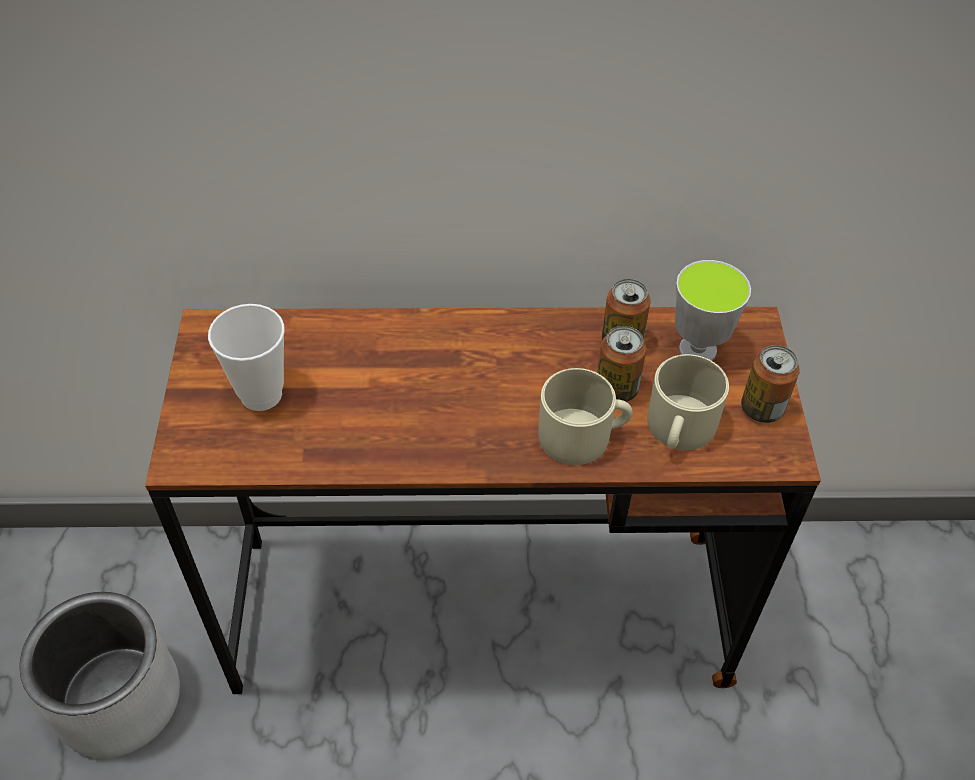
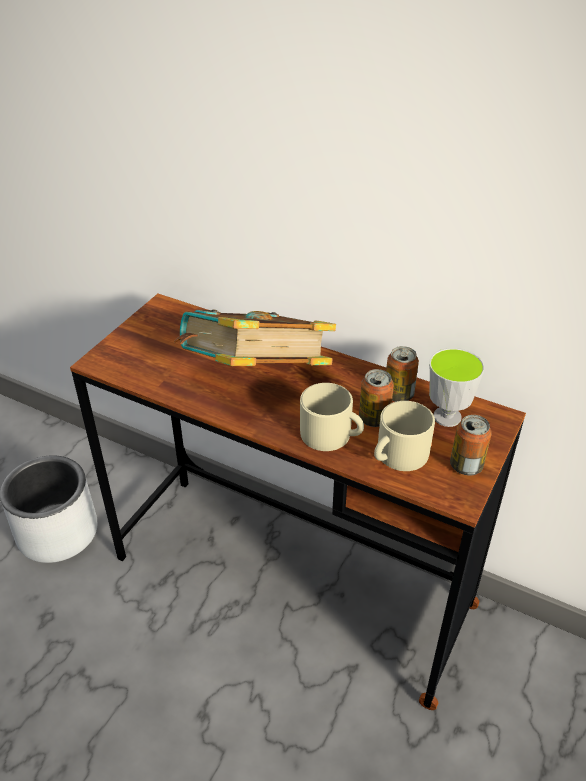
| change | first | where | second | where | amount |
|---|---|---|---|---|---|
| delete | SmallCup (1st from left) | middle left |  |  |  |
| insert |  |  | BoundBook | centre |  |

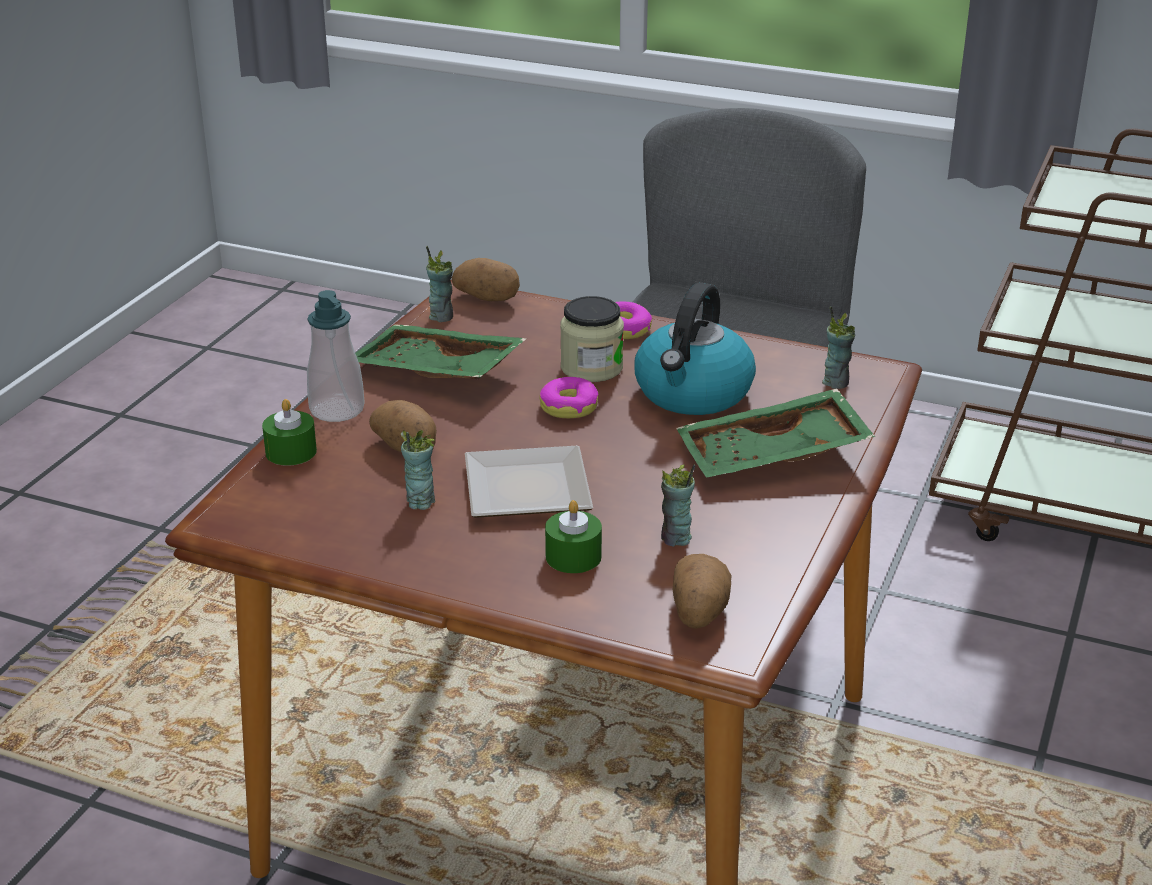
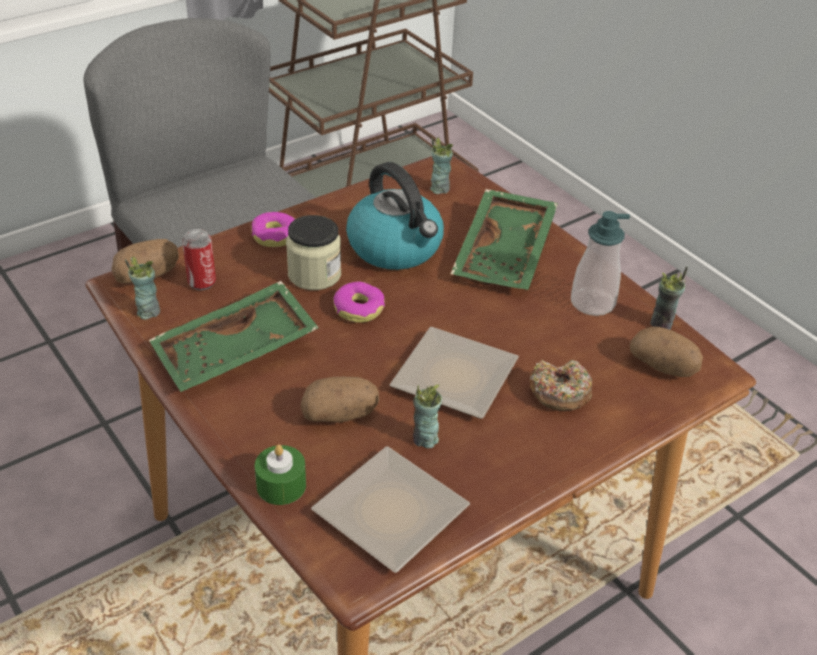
| change | first | where | second | where | amount |
|---|---|---|---|---|---|
| insert |  |  | SealedCan | middle left |  |
| insert |  |  | DinnerPlate (1st from left) | bottom centre |  |
| move | SoapDispenser | middle left |  | middle right |  |
| move | SmallCup (3rd from left in the first image) | centre | SmallCup (4th from left) | middle right |  |
| replace | GreenishWaxLight (2nd from left) | centre | Doughnut (3rd from left) | middle right |  |

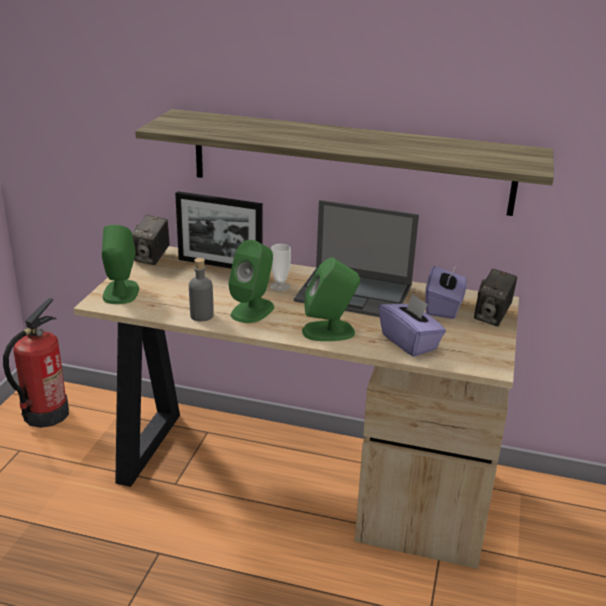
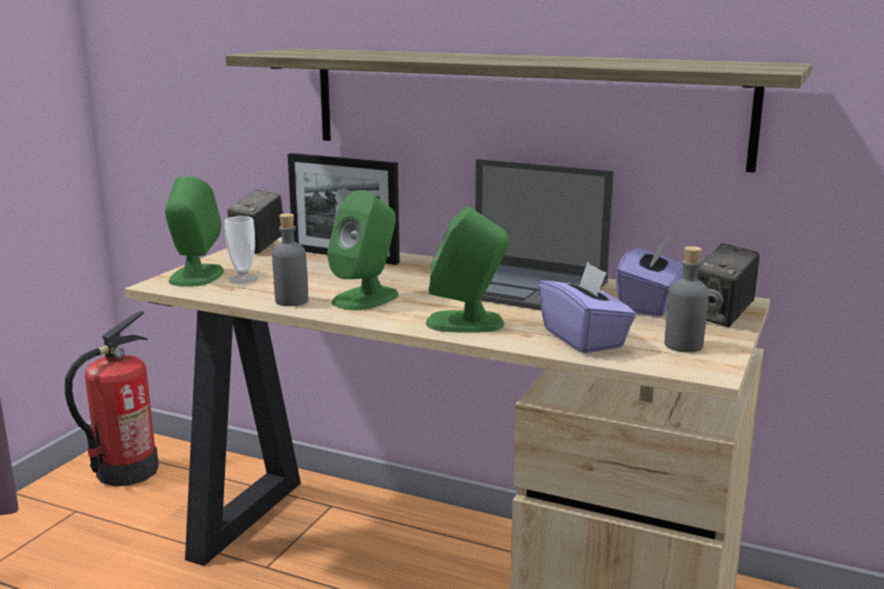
| change | first | where | second | where | amount |
|---|---|---|---|---|---|
| insert |  |  | GreyBottle (2nd from left) | middle right |  |
| move | SmallCup | centre |  | middle left |  |

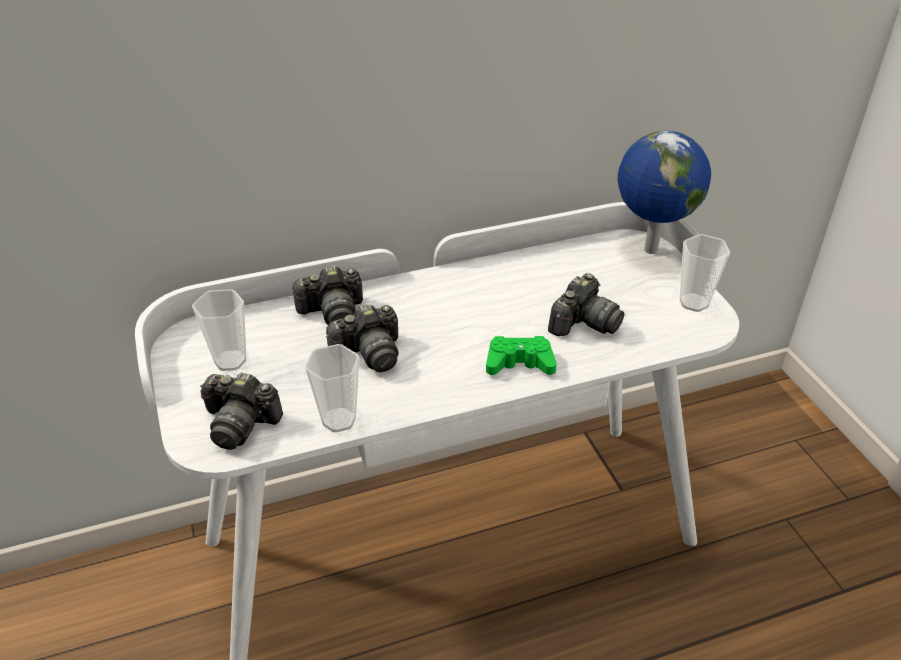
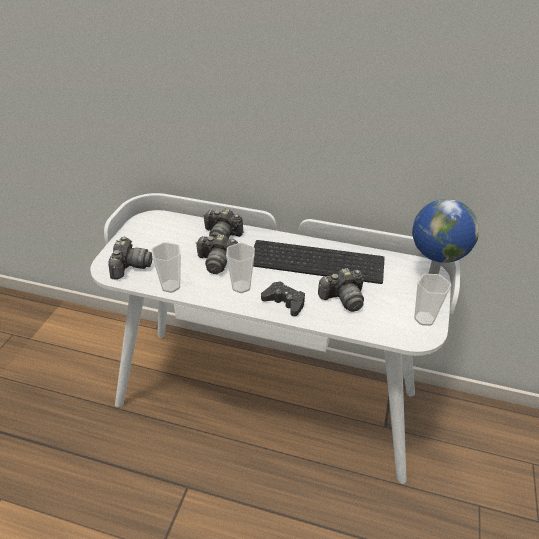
| change | first | where | second | where | amount |
|---|---|---|---|---|---|
| insert |  |  | Keyboard | centre |  |
| move | SmallCup (1st from left in the first image) | middle left | SmallCup (2nd from left) | centre |  |
| recolor | GreenishGamepad | centre | BlackGamepad | centre |  |
| rotate | StillCamera (1st from left) | middle left |  | middle left | 135 degrees counterclockwise |

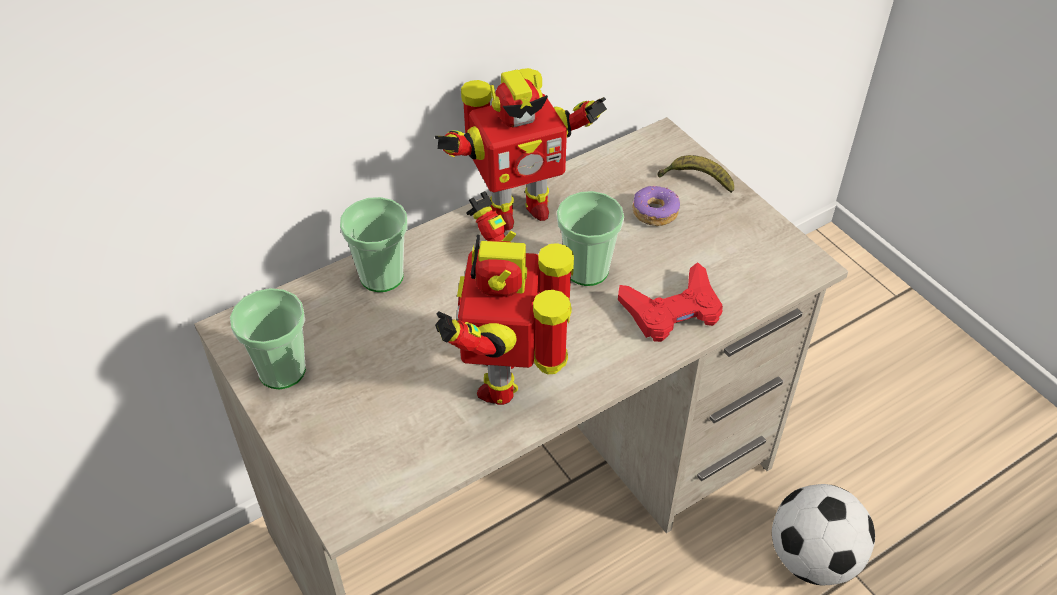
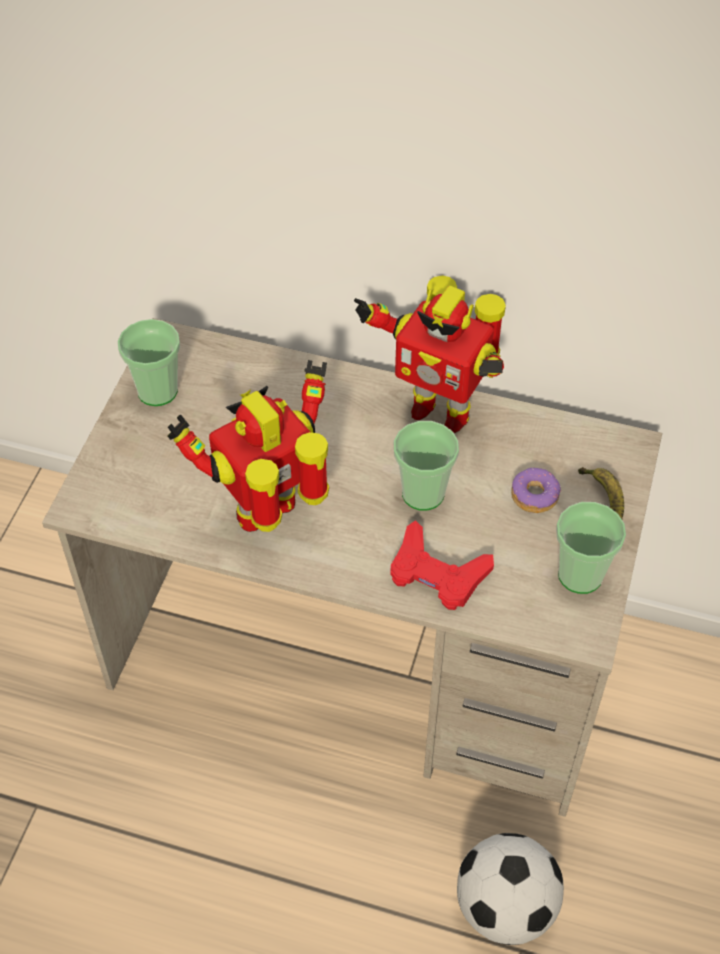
| change | first | where | second | where | amount |
|---|---|---|---|---|---|
| move | SmallCup (2nd from left in the first image) | centre | SmallCup (3rd from left) | middle right |  |

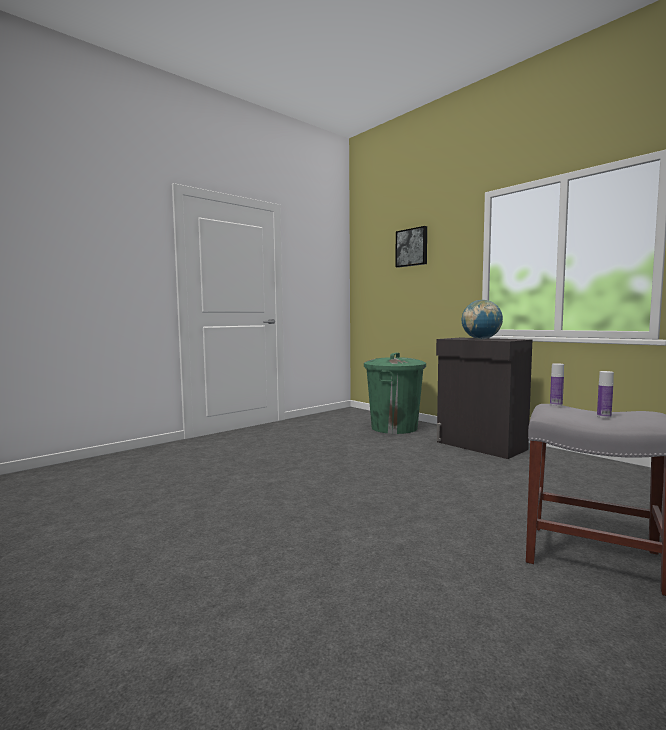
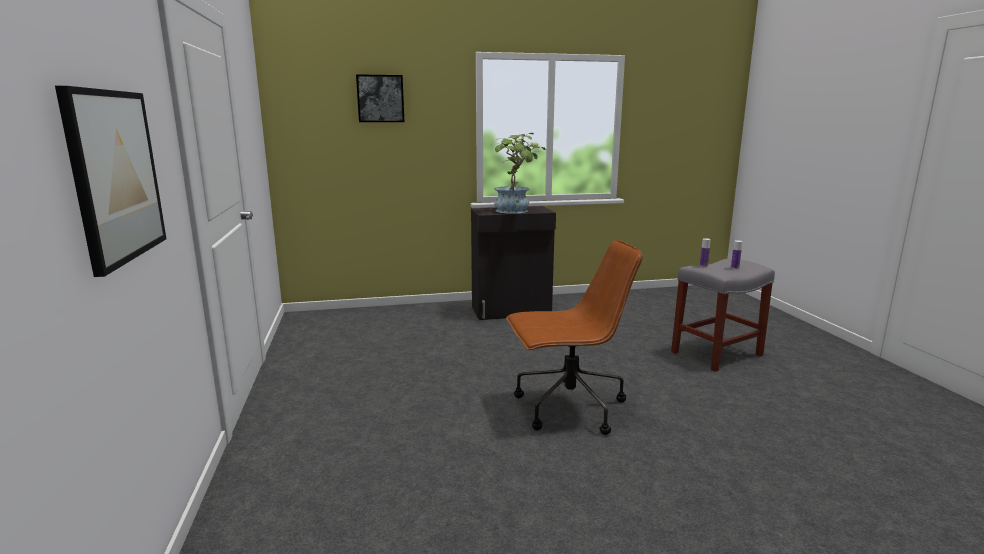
| change | first | where | second | where | amount |
|---|---|---|---|---|---|
| delete | GreenishTrashCan | centre |  |  |  |
| insert |  |  | WallPicture (1st from left) | top left |  |
| insert |  |  | BrownOfficeChair | centre |  |
| replace | Globe | middle right | PlantInAPot | top centre |  |

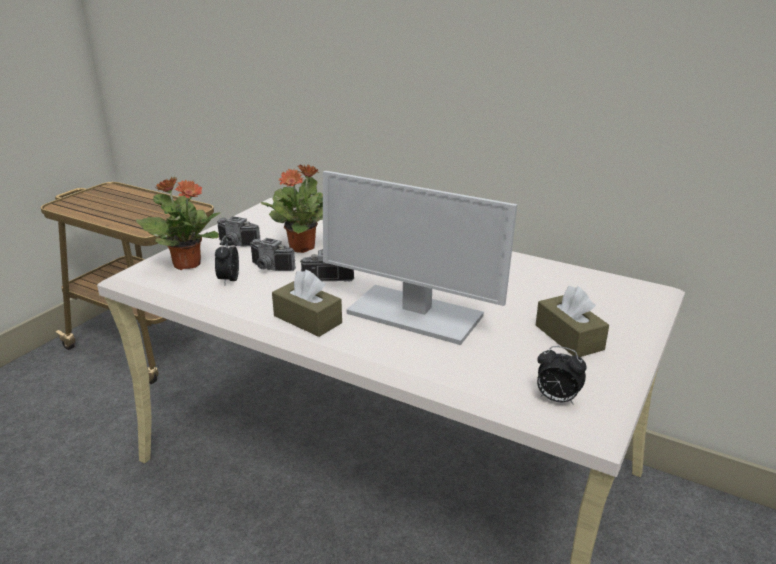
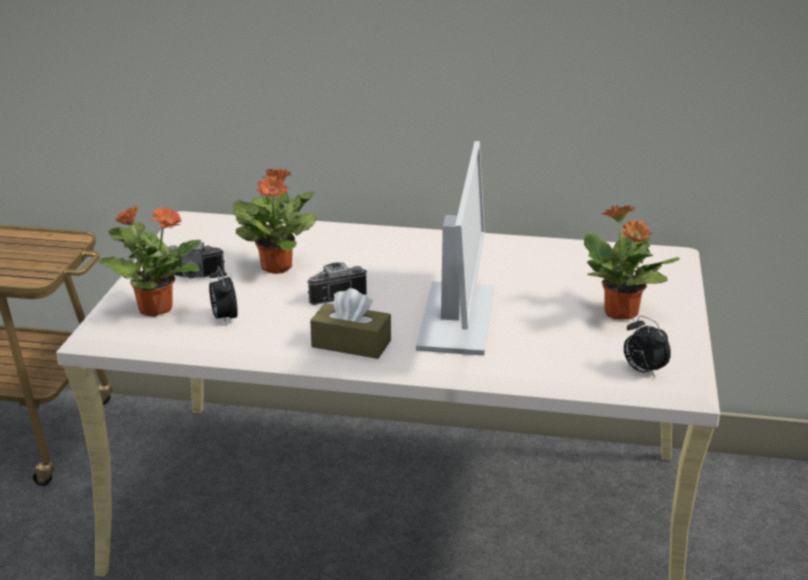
| change | first | where | second | where | amount |
|---|---|---|---|---|---|
| delete | StillCamera (2nd from left) | centre |  |  |  |
| replace | BrownTissueBox (2nd from left) | middle right | PlantInAPot (3rd from left) | middle right |  |
| rotate | Monitor | centre |  | centre | 90 degrees counterclockwise |
| rotate | TableClock (2nd from left) | middle right |  | middle right | 45 degrees clockwise |

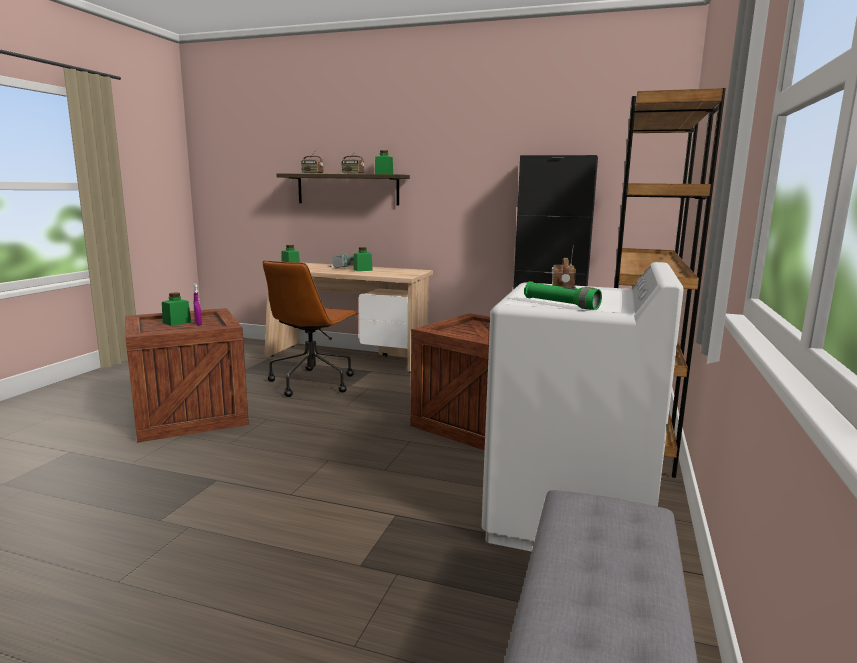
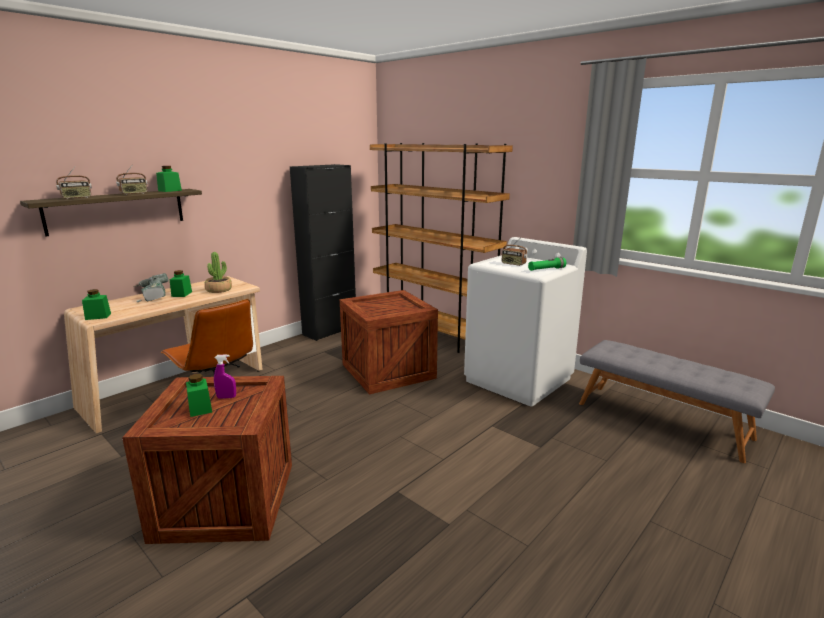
| change | first | where | second | where | amount |
|---|---|---|---|---|---|
| insert |  |  | PlantInAPot | middle left |  |

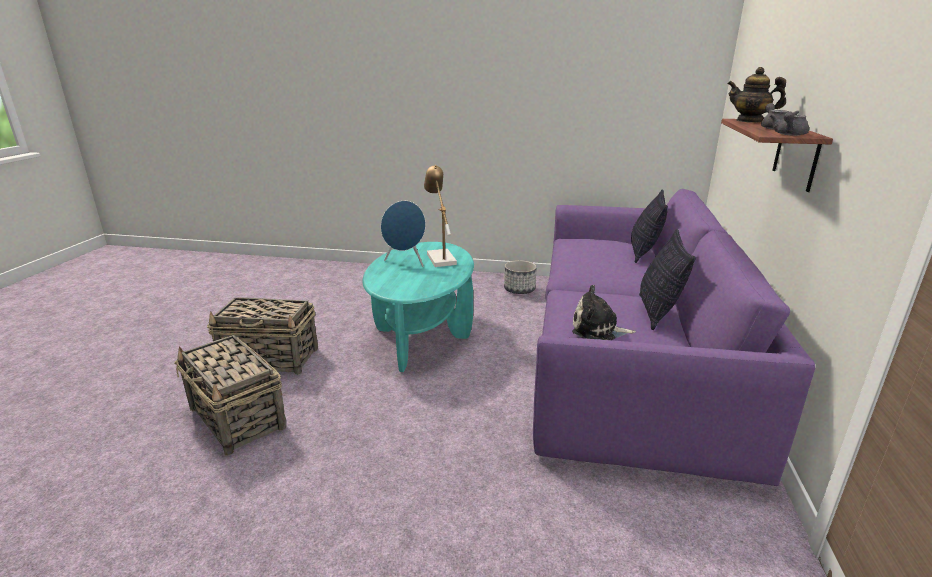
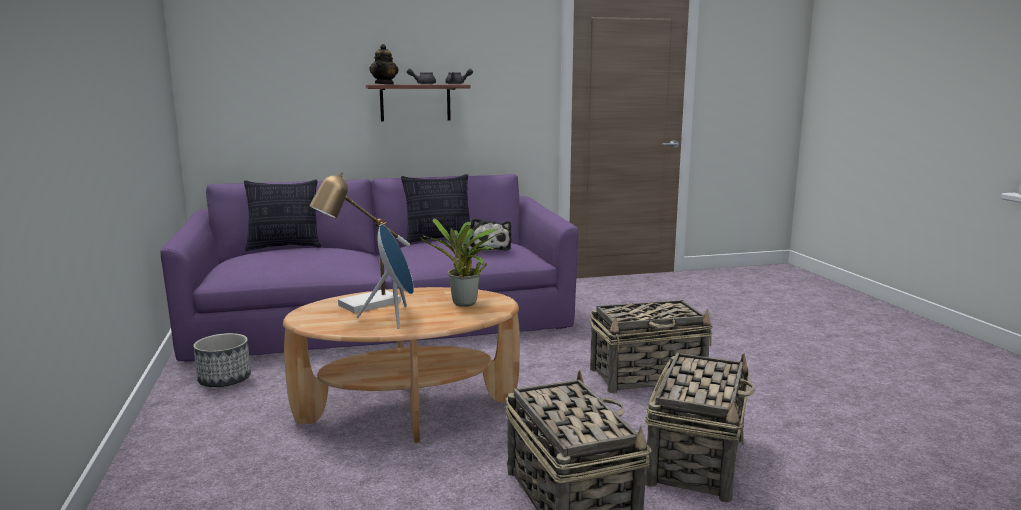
| change | first | where | second | where | amount |
|---|---|---|---|---|---|
| insert |  |  | PlantInAPot | centre |  |
| insert |  |  | StorageBasket (2nd from left) | bottom centre |  |
| recolor | BlueGreenLowTable | centre | BrownLowTable | bottom centre |  |

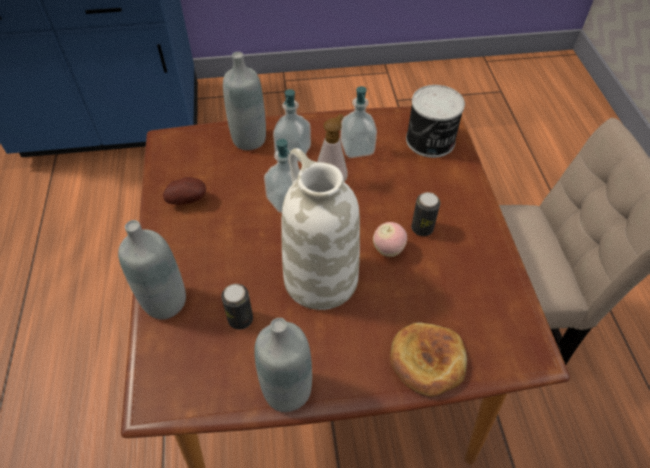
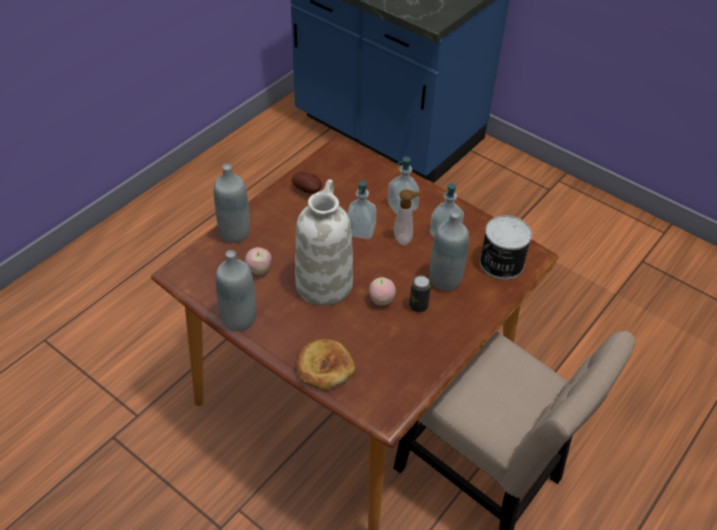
| change | first | where | second | where | amount |
|---|---|---|---|---|---|
| move | GreyBottle (2nd from left in the first image) | top centre | GreyBottle (3rd from left) | centre |  |
| replace | SealedCan (1st from left) | centre | AppleFruit (1st from left) | centre |  |

